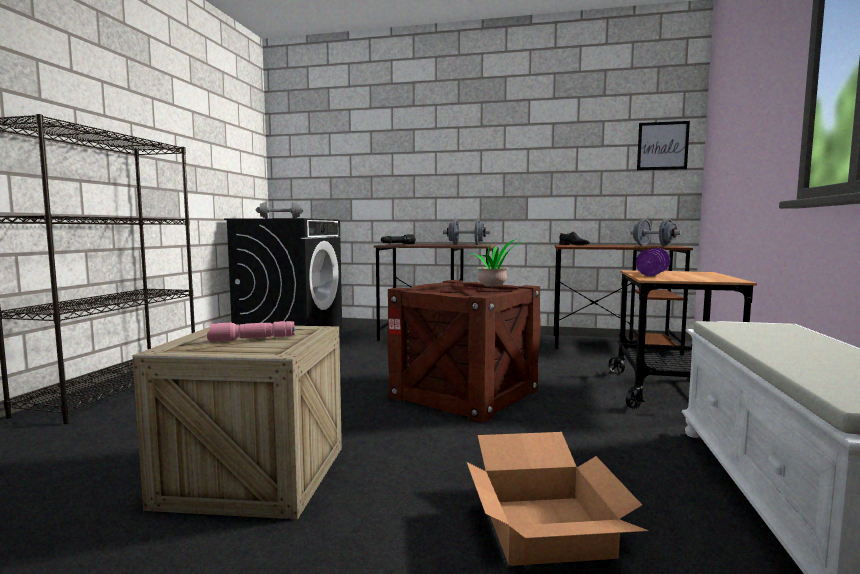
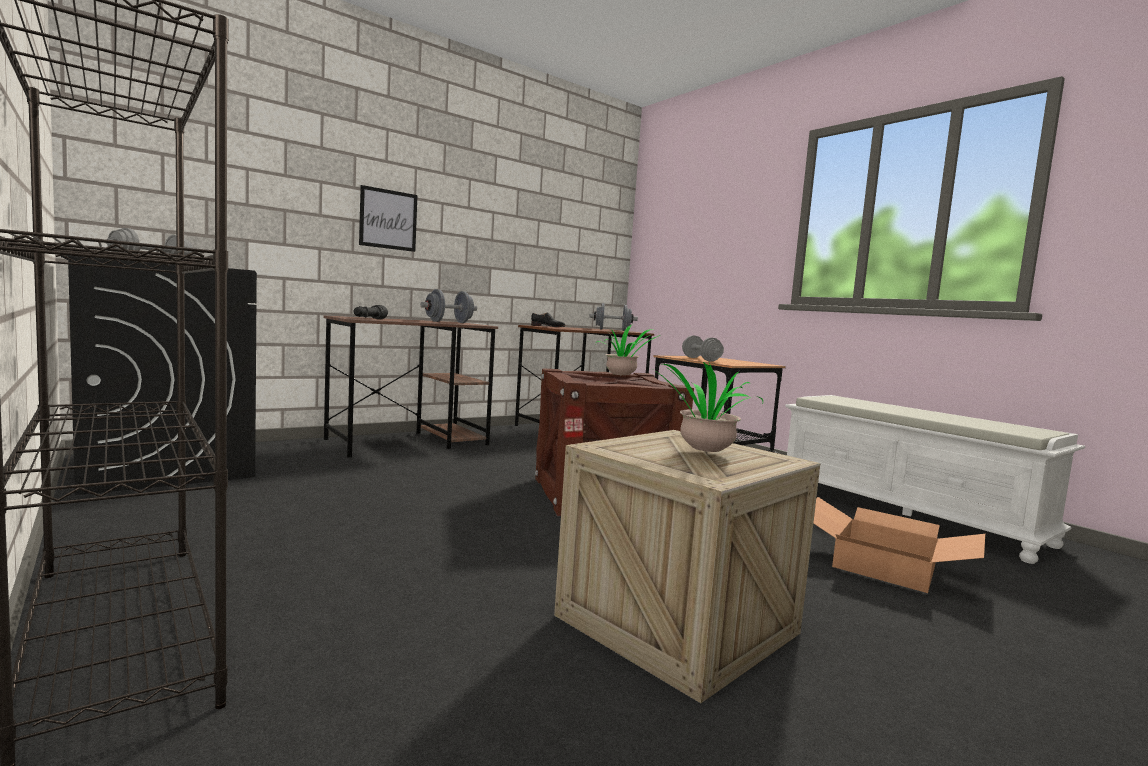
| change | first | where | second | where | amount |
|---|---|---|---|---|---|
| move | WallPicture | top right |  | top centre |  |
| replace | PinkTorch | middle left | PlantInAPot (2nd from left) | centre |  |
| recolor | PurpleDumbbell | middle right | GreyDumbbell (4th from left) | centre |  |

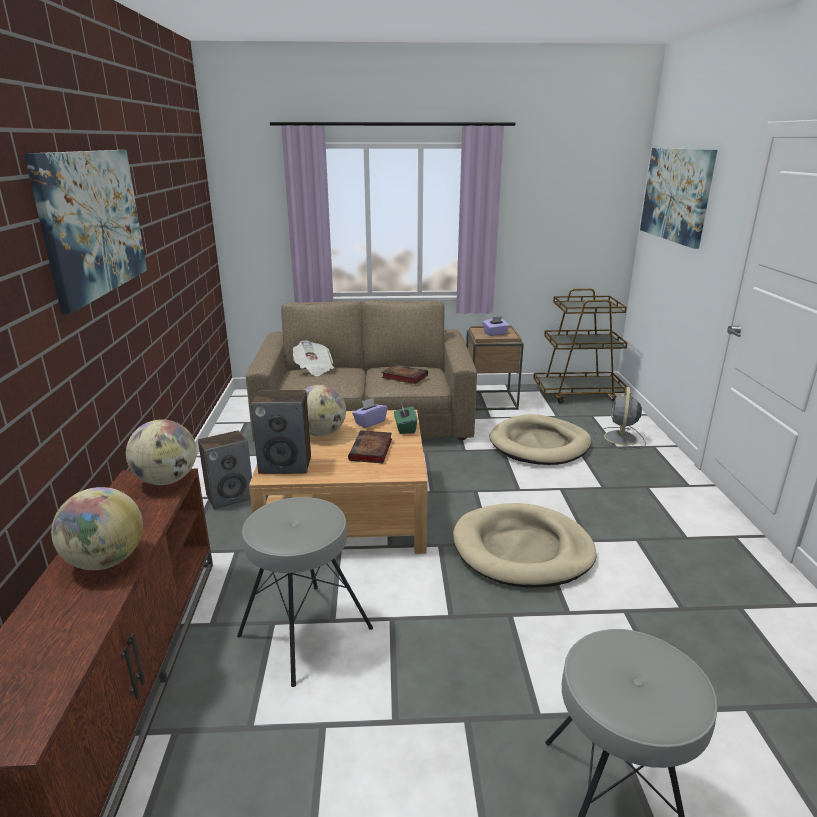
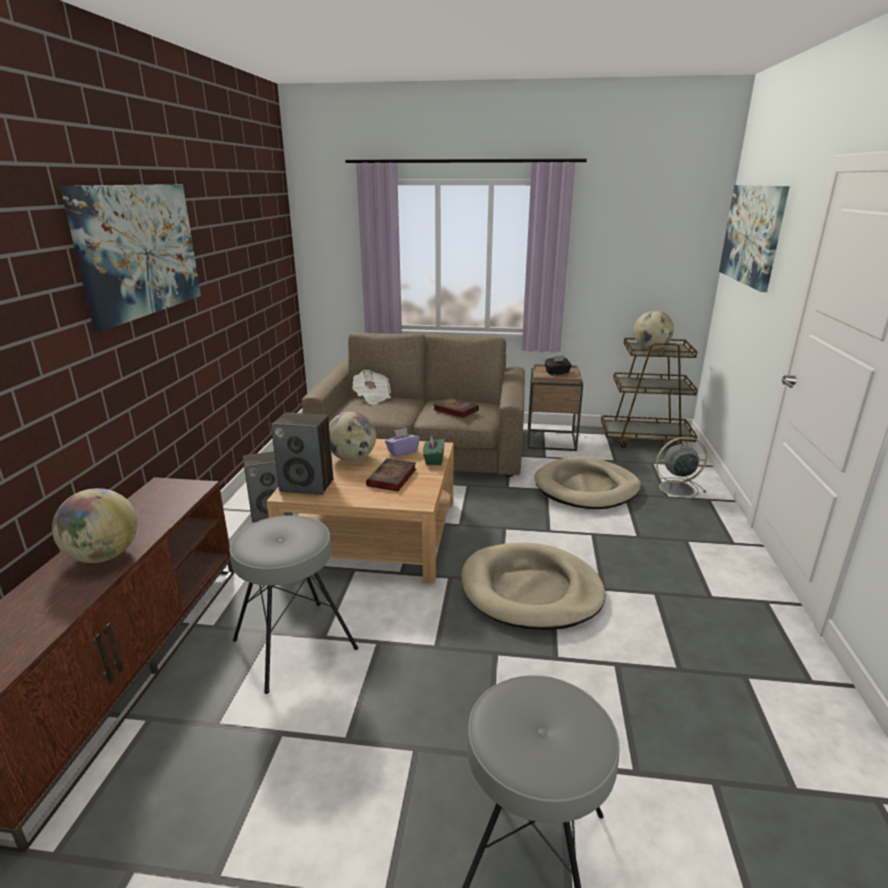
| change | first | where | second | where | amount |
|---|---|---|---|---|---|
| move | Globe (2nd from left in the first image) | middle left | Globe (3rd from left) | middle right |  |
| recolor | PurpleTissueBox (2nd from left) | centre | BlackTissueBox | centre |  |
| rotate | GreyElectricFan | middle right |  | middle right | 60 degrees clockwise |

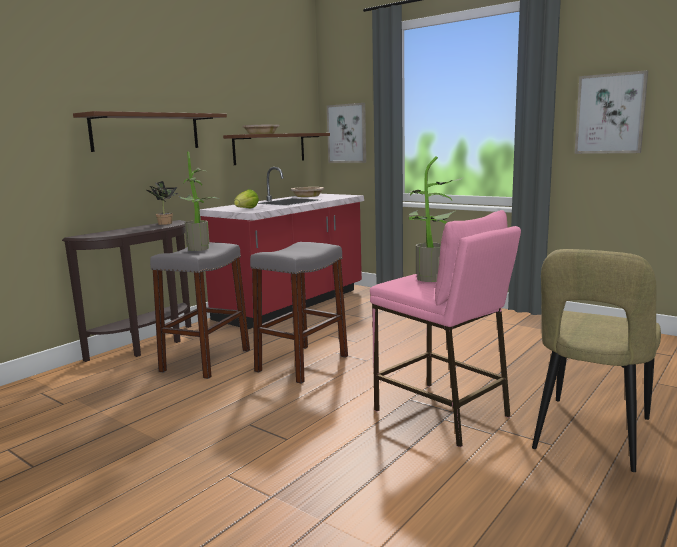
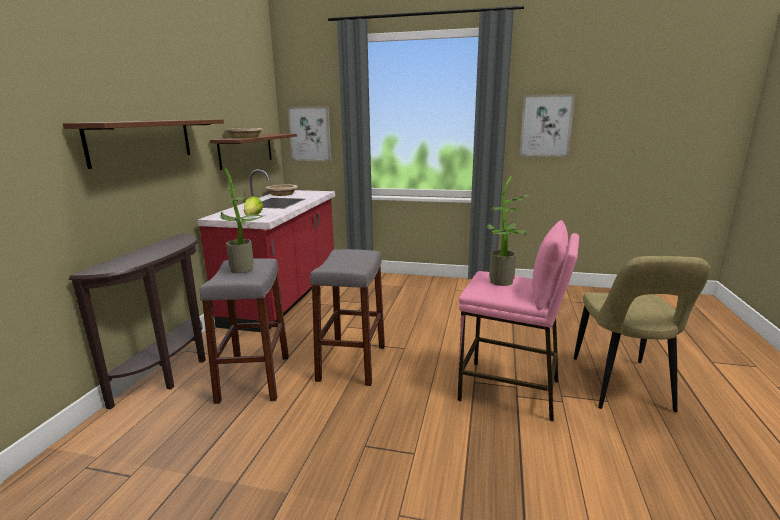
| change | first | where | second | where | amount |
|---|---|---|---|---|---|
| delete | PlantInAPot (1st from left) | middle left |  |  |  |

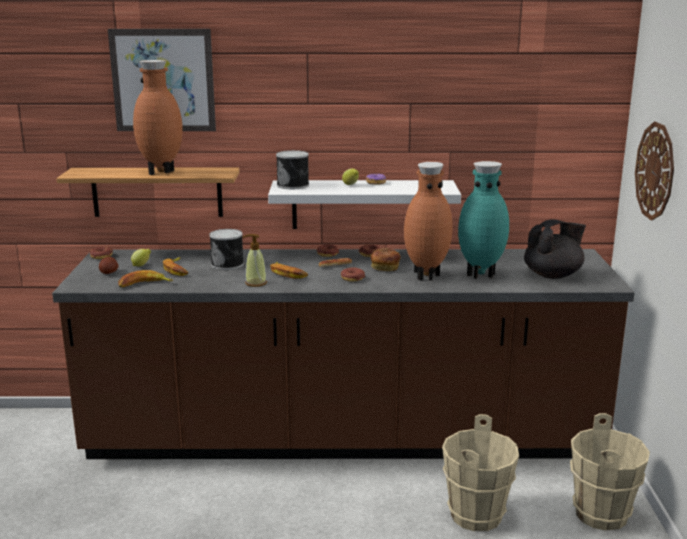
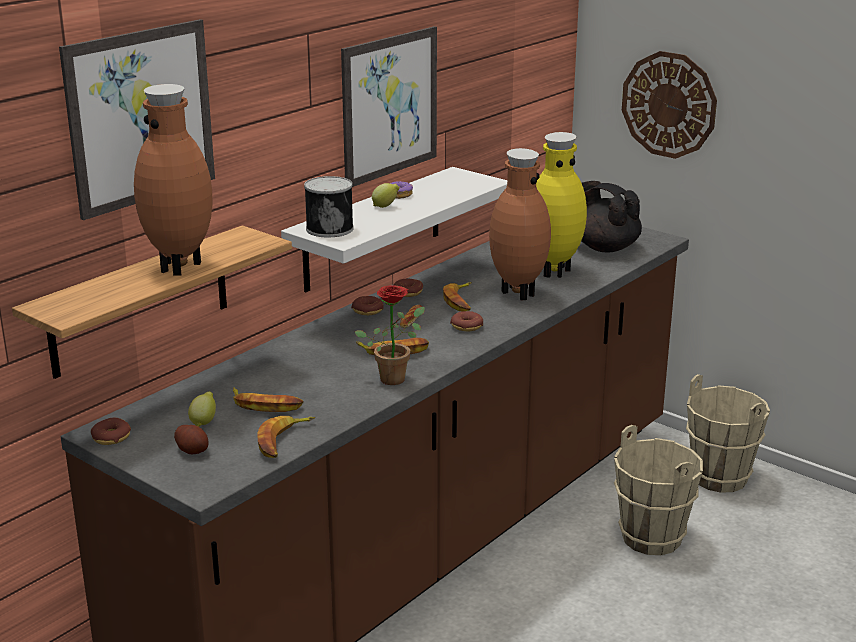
| change | first | where | second | where | amount |
|---|---|---|---|---|---|
| delete | SealedCan (1st from left) | middle left |  |  |  |
| insert |  |  | WallPicture (2nd from left) | top centre |  |
| replace | SoapDispenser | centre | PlantInAPot | centre |  |
| replace | Bread (2nd from left) | centre | BananaFruit (4th from left) | centre |  |
| recolor | BlueGreenFlowerVase | middle right | YellowFlowerVase | top centre |  |
| rotate | BlackTeapot | middle right |  | middle right | 60 degrees counterclockwise |

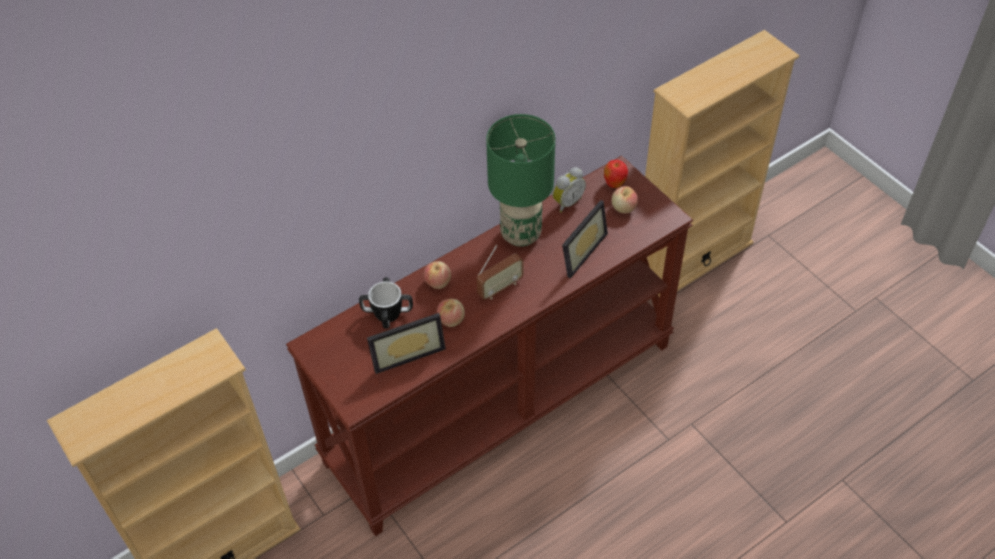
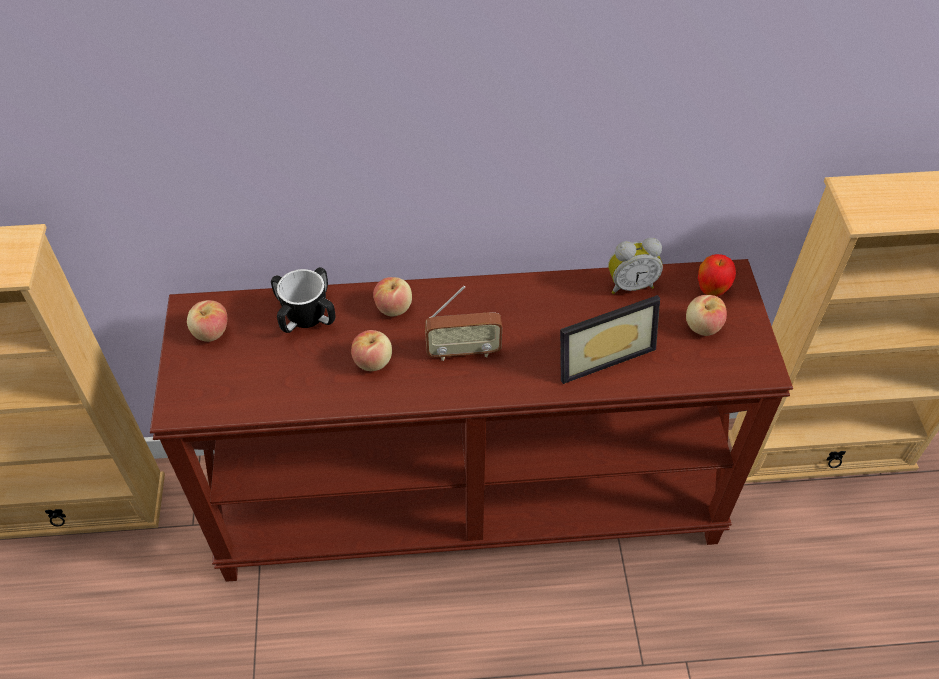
| change | first | where | second | where | amount |
|---|---|---|---|---|---|
| delete | PictureFrame (1st from left) | centre |  |  |  |
| delete | GreenishLampForATable | top centre |  |  |  |
| insert |  |  | AppleFruit (1st from left) | middle left |  |

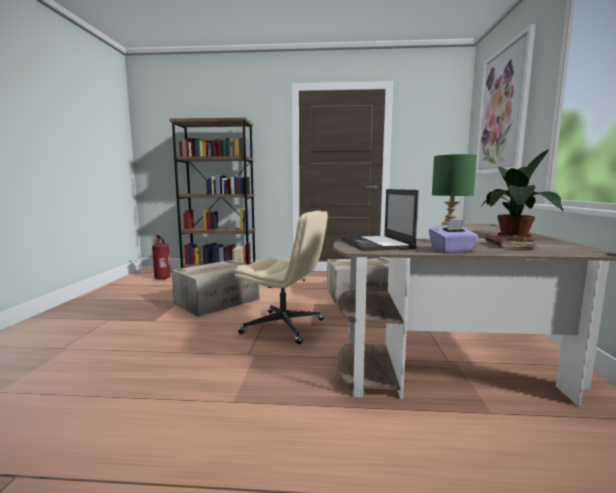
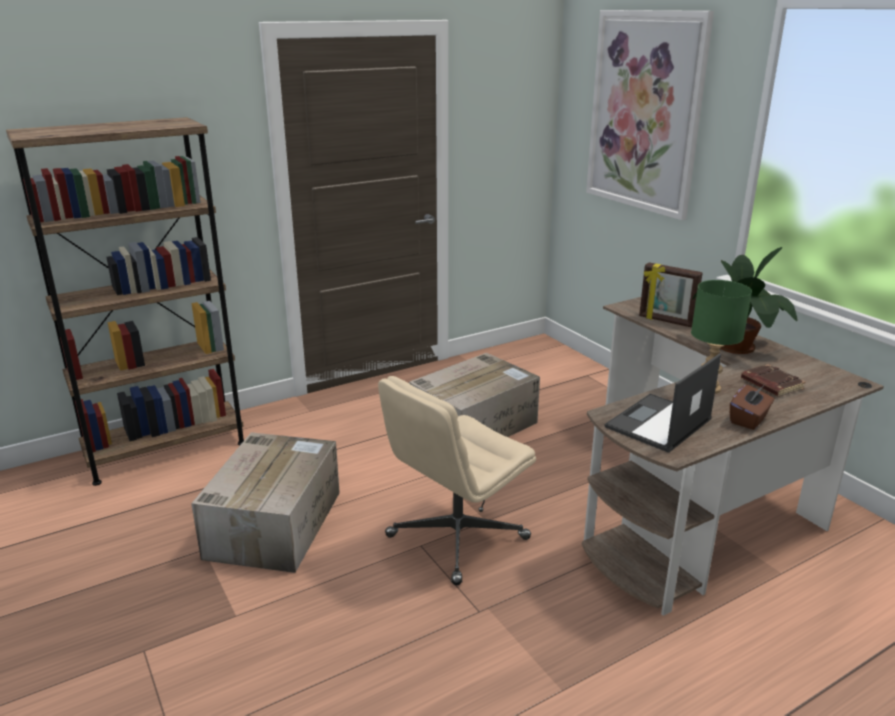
| change | first | where | second | where | amount |
|---|---|---|---|---|---|
| delete | FireExtinguisher | middle left |  |  |  |
| insert |  |  | PictureFrame | middle right |  |
| recolor | PurpleTissueBox | middle right | BrownTissueBox | middle right |  |
| rotate | BeigeColouredOfficeChair | centre |  | bottom centre | 150 degrees clockwise |
| rotate | Laptop | centre |  | middle right | 90 degrees clockwise |

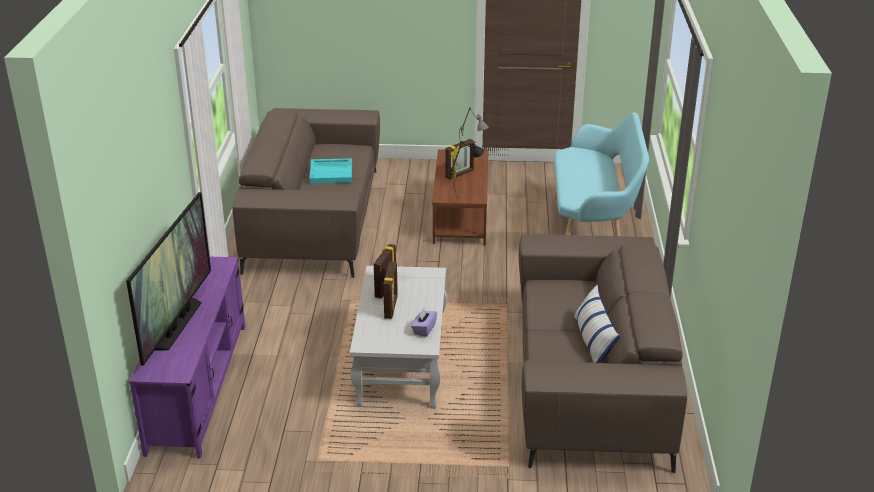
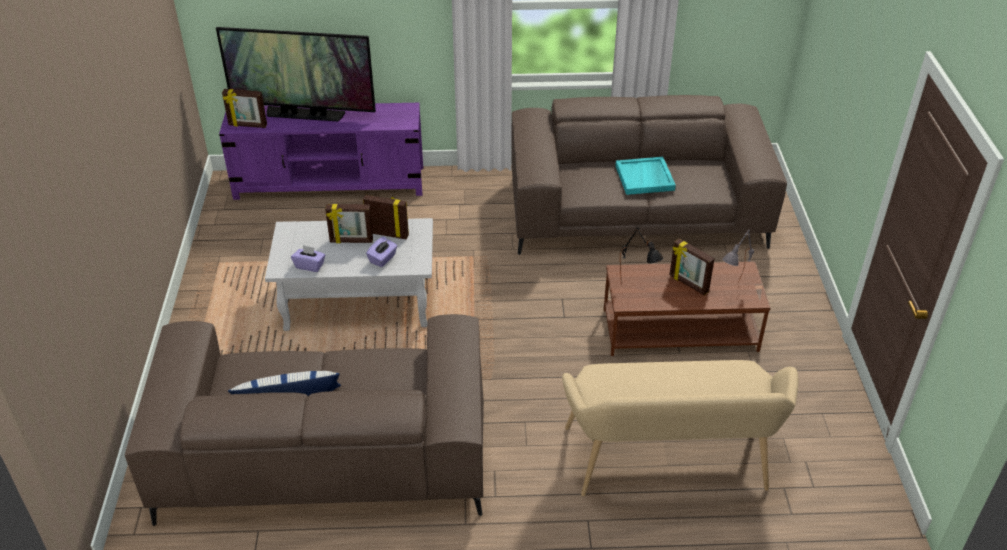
| change | first | where | second | where | amount |
|---|---|---|---|---|---|
| insert |  |  | PictureFrame (1st from left) | top left |  |
| insert |  |  | PurpleTissueBox (2nd from left) | centre |  |
| recolor | BlueGreenIndoorBench | middle right | BeigeColouredIndoorBench | bottom right |  |

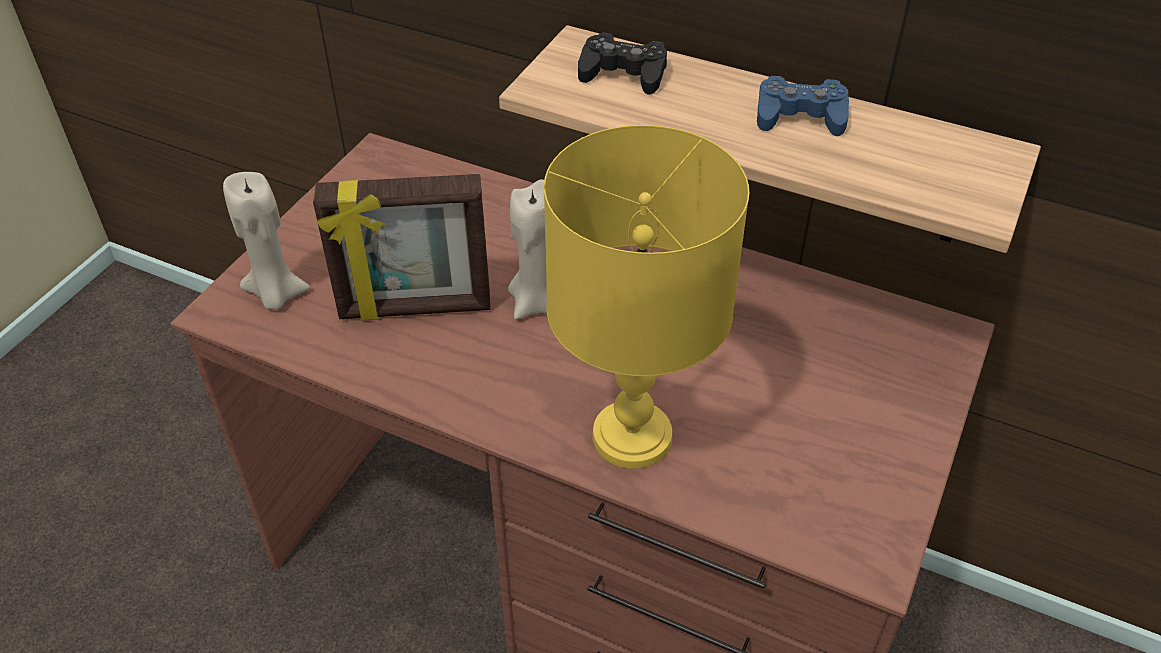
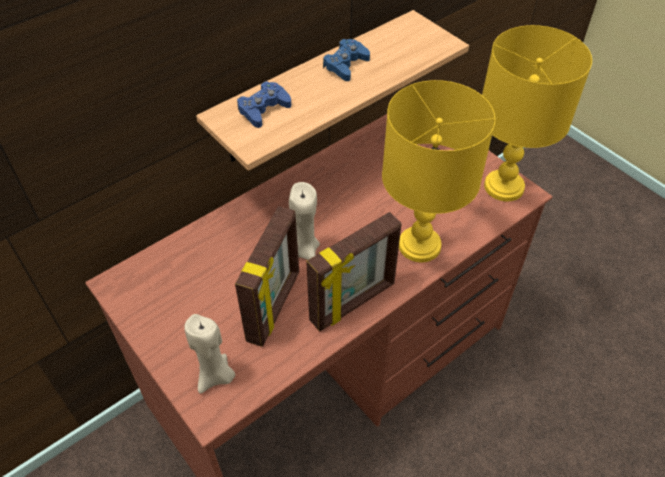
| change | first | where | second | where | amount |
|---|---|---|---|---|---|
| insert |  |  | PictureFrame (2nd from left) | centre |  |
| insert |  |  | YellowLampForATable (2nd from left) | top right |  |
| recolor | BlackGamepad | top centre | BlueColouredGamepad (1st from left) | top centre |  |

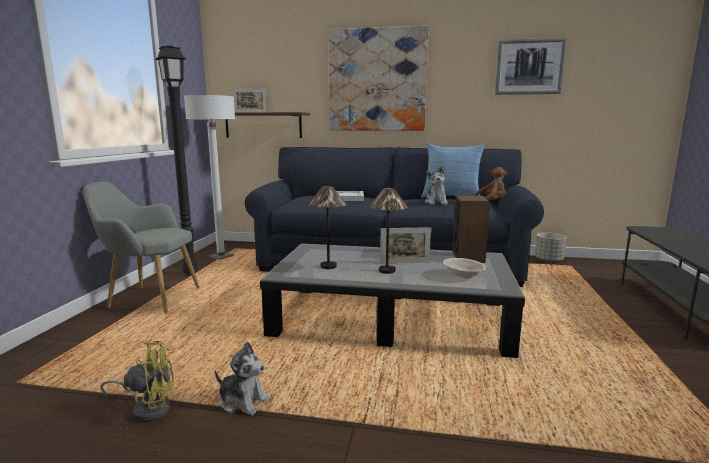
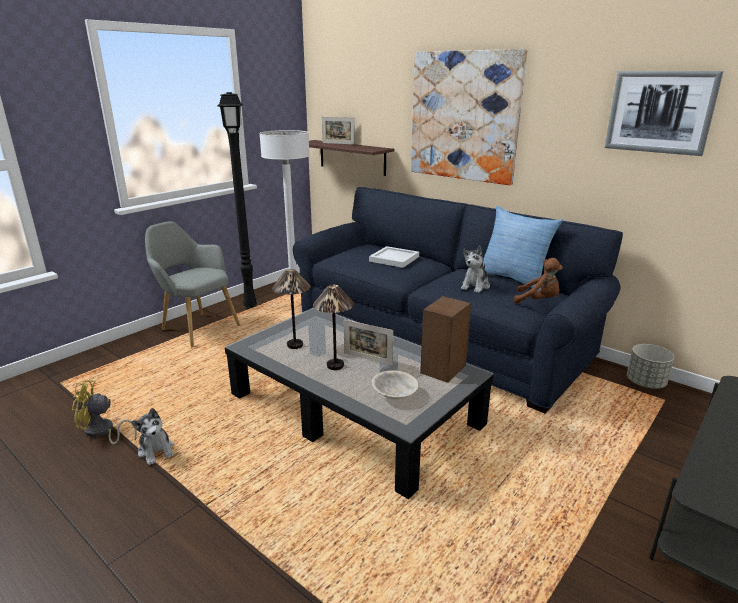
| change | first | where | second | where | amount |
|---|---|---|---|---|---|
| rotate | YellowElectricFan | bottom left |  | bottom left | 150 degrees clockwise |

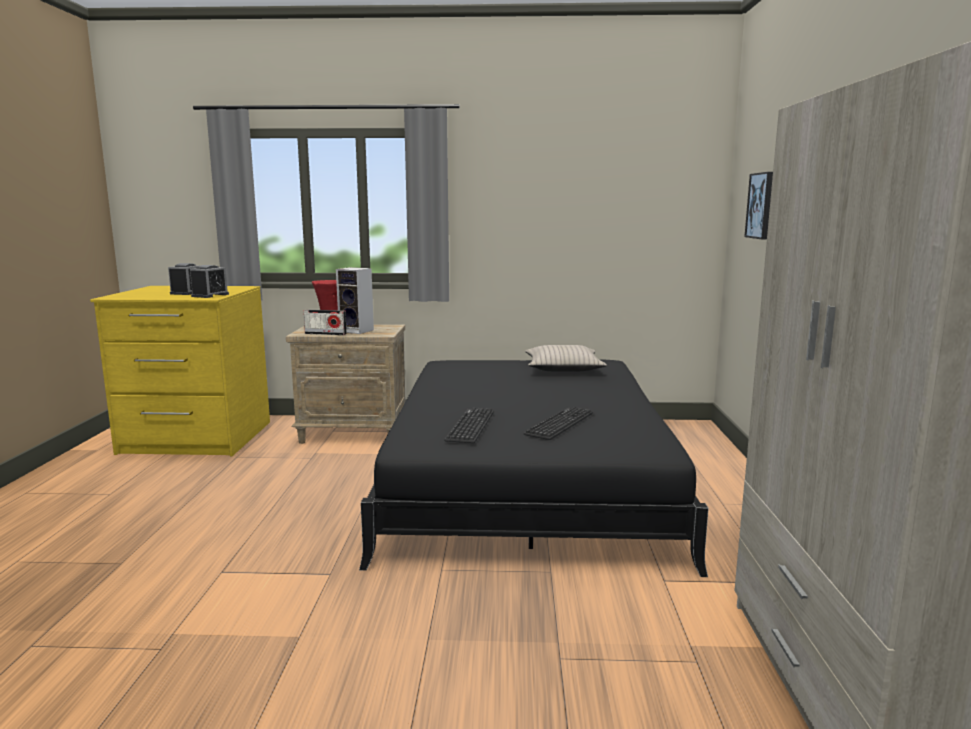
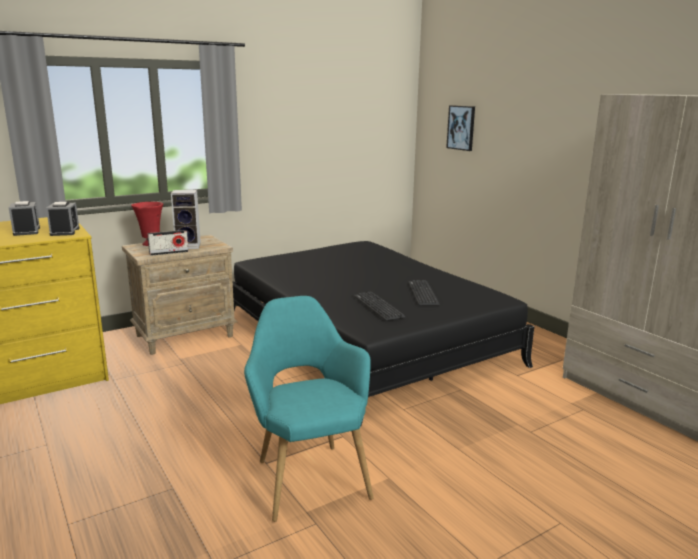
| change | first | where | second | where | amount |
|---|---|---|---|---|---|
| delete | BeigeColouredPillow | centre |  |  |  |
| insert |  |  | BlueGreenArmchair | bottom centre |  |

